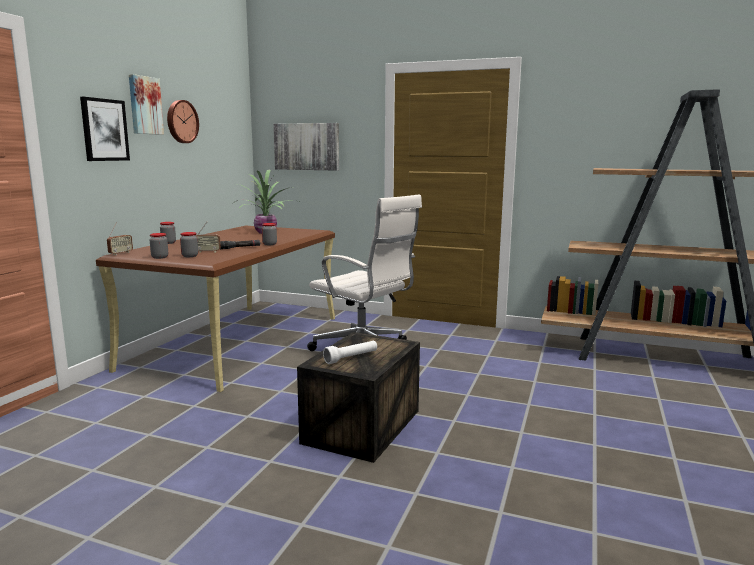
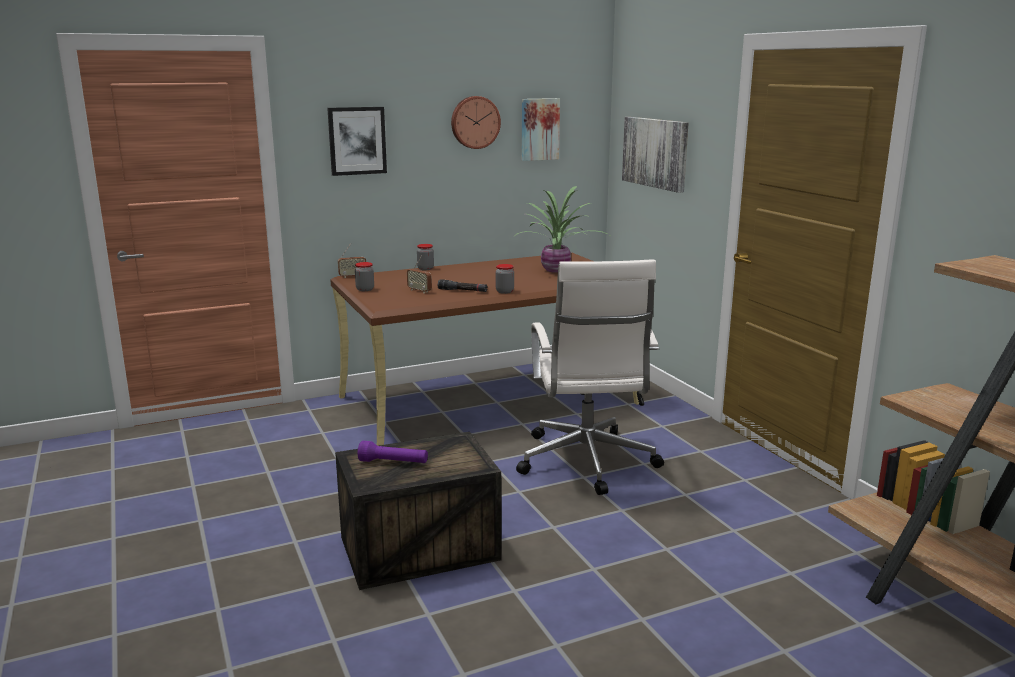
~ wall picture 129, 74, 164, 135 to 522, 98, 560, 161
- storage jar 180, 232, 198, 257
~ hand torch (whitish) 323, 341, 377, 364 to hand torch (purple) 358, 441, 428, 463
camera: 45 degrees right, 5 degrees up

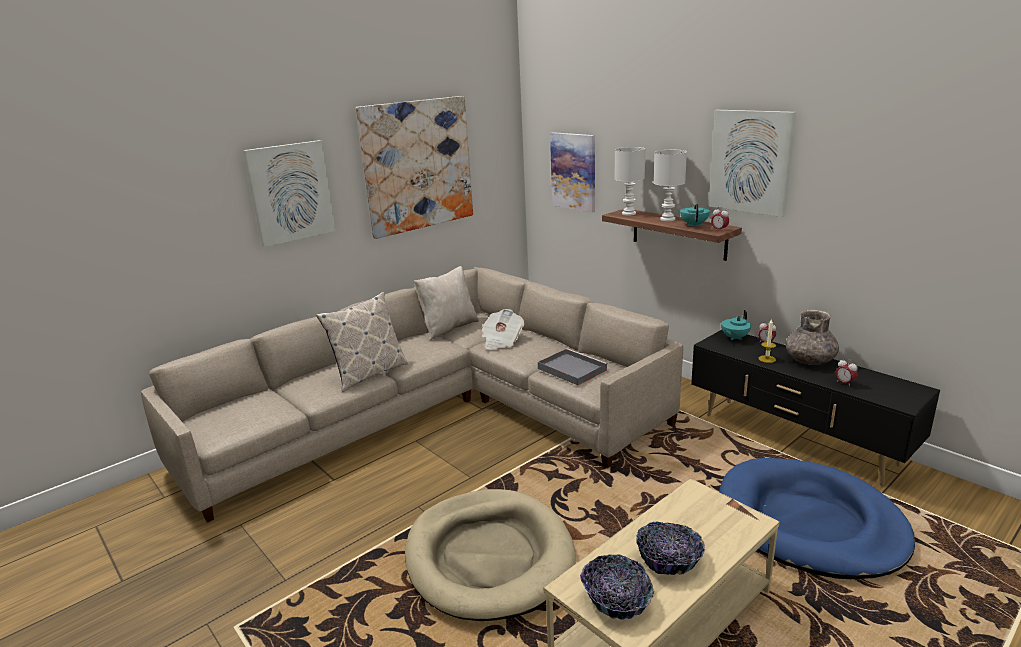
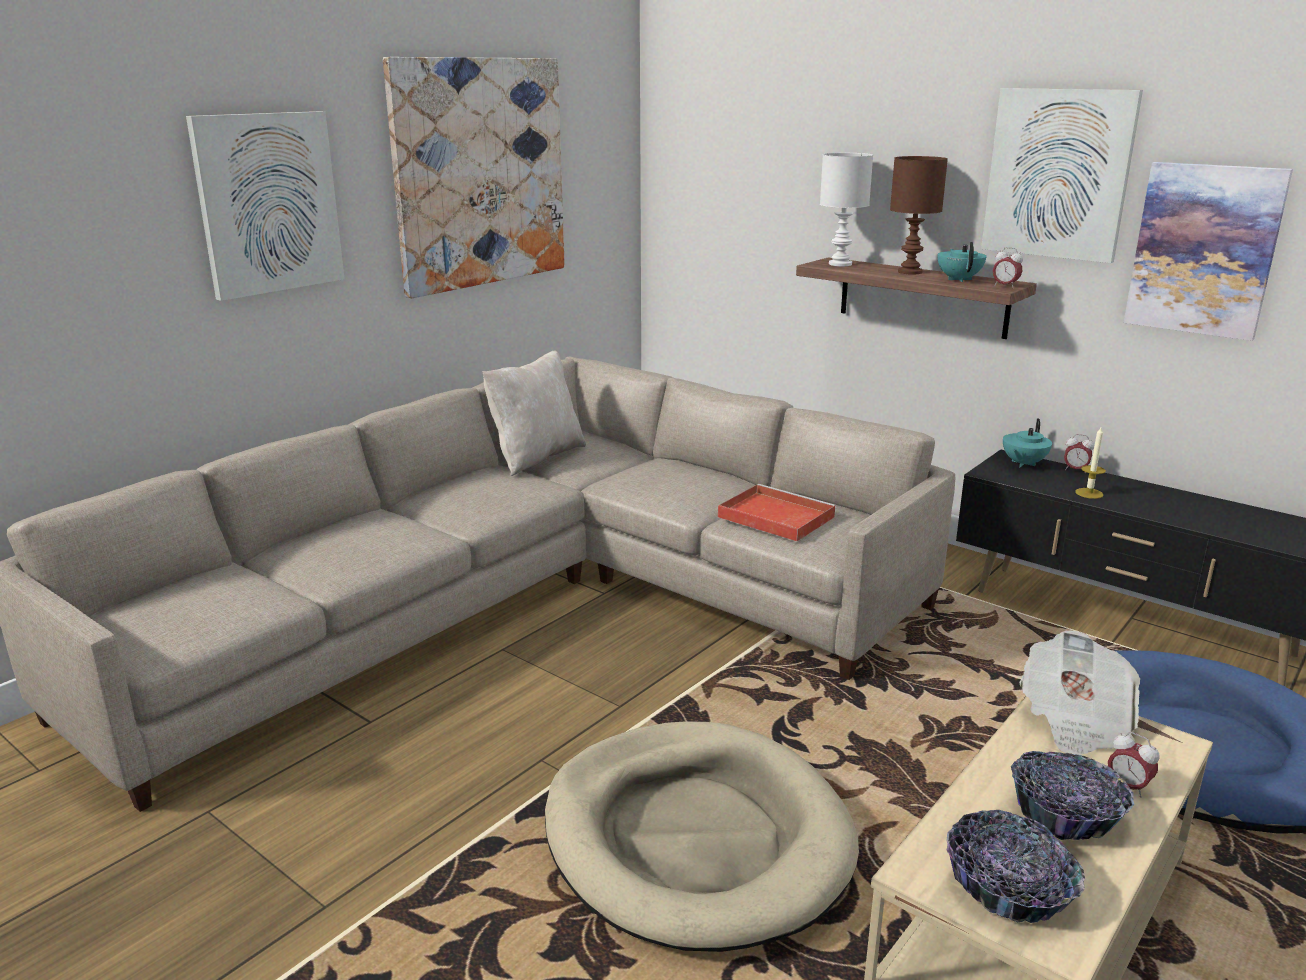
- cushion 316, 292, 408, 392
~ printed paper 482, 309, 524, 350 to 1020, 630, 1140, 755
~ carrying tray (gray) 538, 348, 608, 385 to carrying tray (reddish) 718, 484, 837, 542
~ wall picture 550, 132, 595, 213 to 1124, 162, 1293, 341
~ tabletop lamp (whitish) 654, 150, 687, 221 to tabletop lamp (brownish) 890, 156, 948, 275
- vase (gray) 786, 310, 839, 365
~ alarm clock 836, 358, 858, 387 to 1108, 732, 1160, 798
camera: 10 degrees left, 0 degrees up

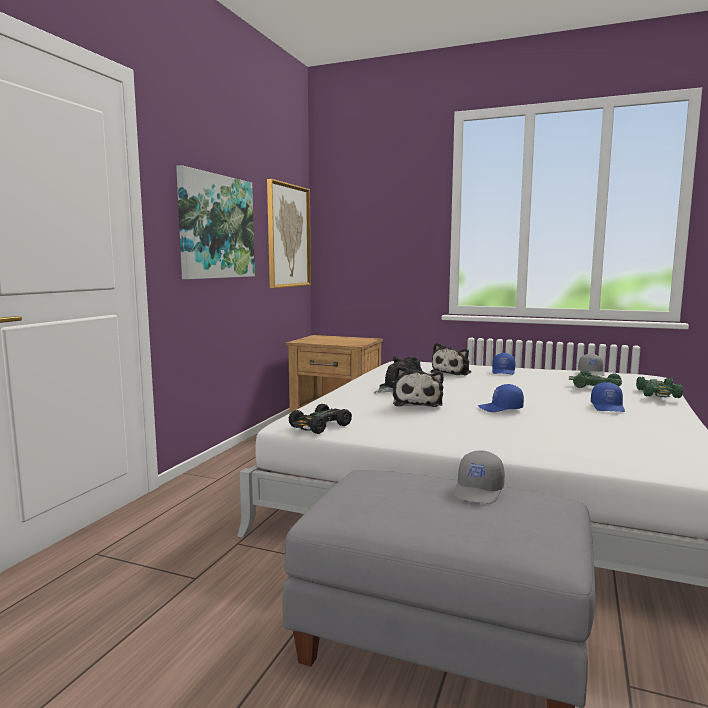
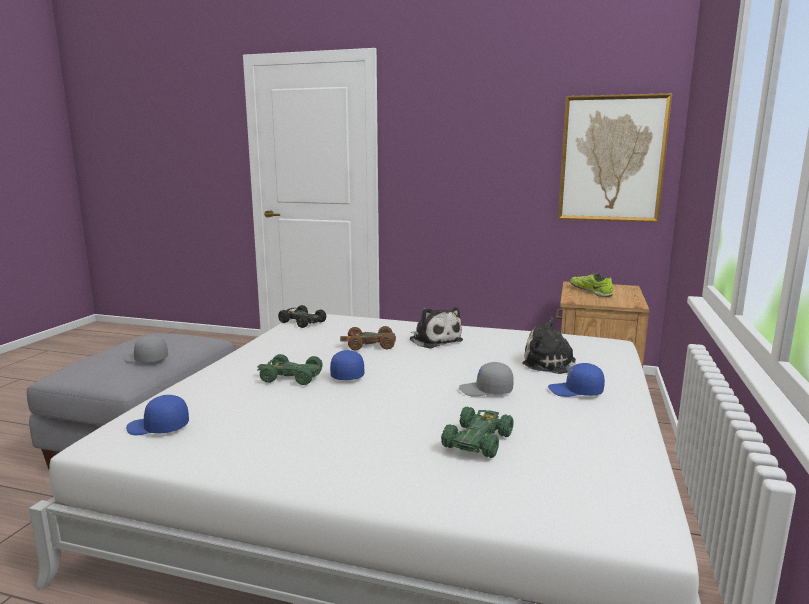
- wall picture 176, 165, 255, 279
~ cuddly toy 393, 366, 444, 407 to toy car (brownish) 340, 326, 396, 350
~ baseball cap (gray) 578, 353, 605, 376 to 459, 362, 514, 397
~ baseball cap (blue) 591, 382, 625, 412 to 126, 395, 189, 435
~ toy car (green) 636, 377, 683, 398 to 257, 354, 323, 385
+ low shoe 570, 274, 613, 297
camera: 85 degrees right, 5 degrees up

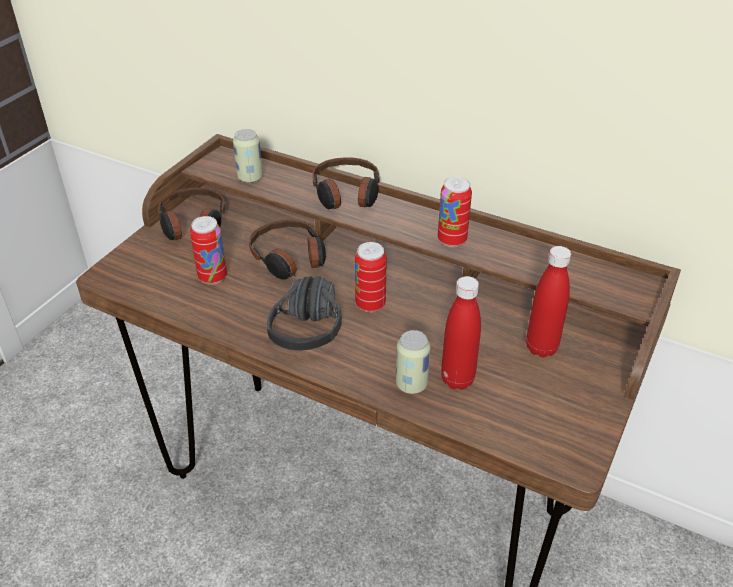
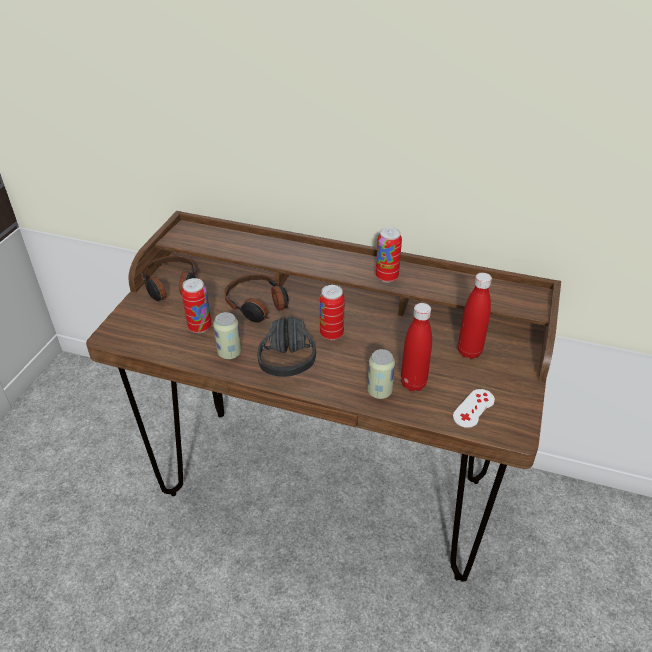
~ metal can 233, 129, 263, 183 to 213, 312, 241, 359
- headset 313, 157, 380, 209
+ gamepad (whitish) 453, 389, 495, 428
camera: 10 degrees left, 0 degrees up

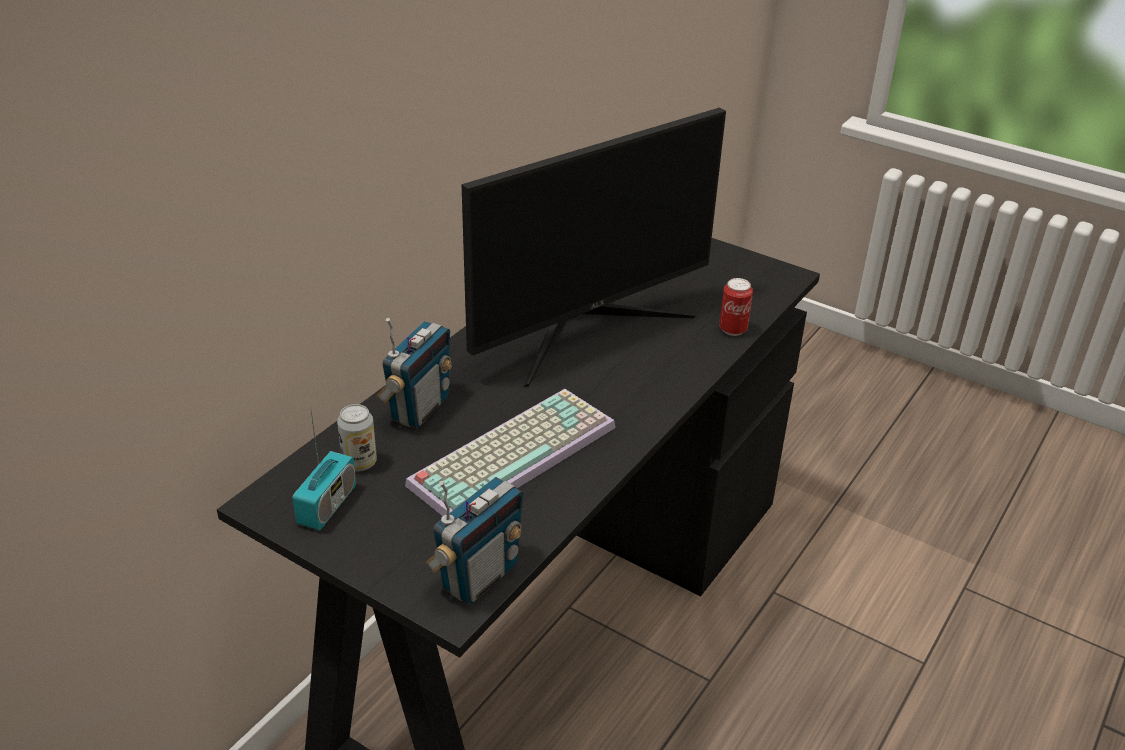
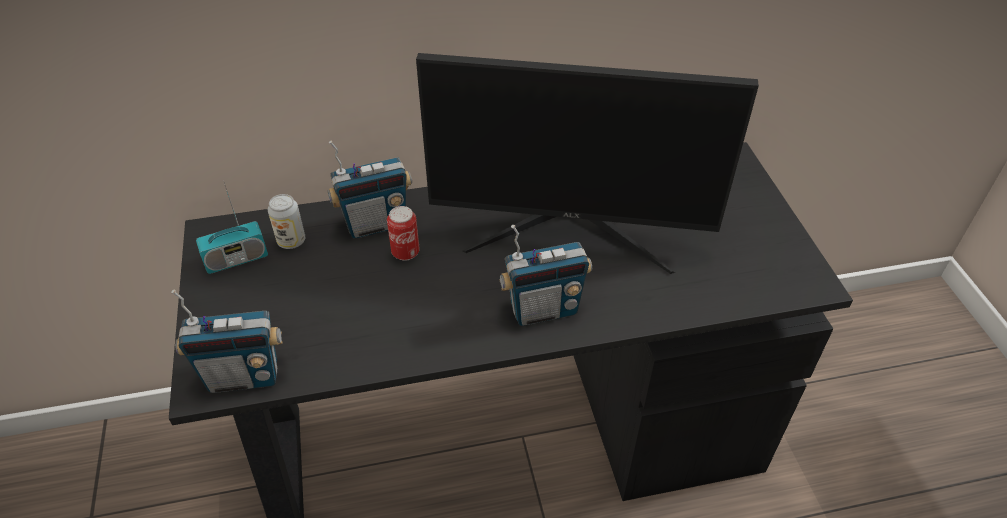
- keyboard 405, 389, 615, 516
~ metal can 719, 278, 753, 336 to 387, 206, 420, 261
+ radio set 500, 225, 592, 326
camera: 45 degrees right, 10 degrees up

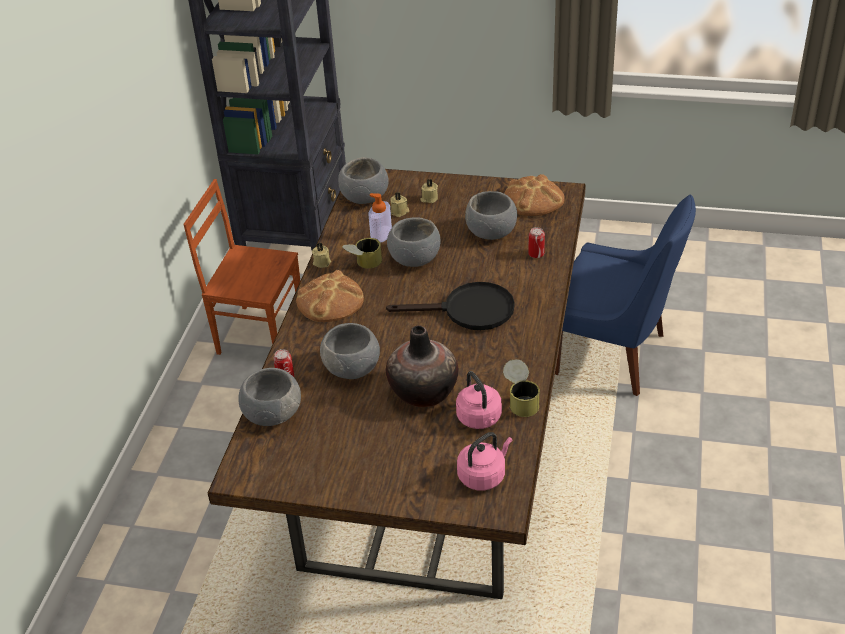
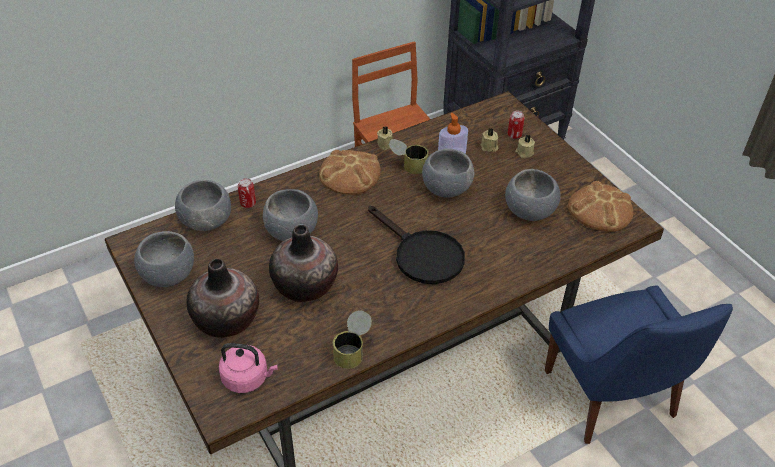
~ serving bowl (gray) 338, 157, 389, 204 to 134, 231, 194, 287
- tea kettle (pink-coloured) 456, 371, 502, 429
~ metal can 528, 227, 545, 258 to 508, 111, 525, 139
+ vase 187, 259, 259, 338
camera: 45 degrees right, 5 degrees up

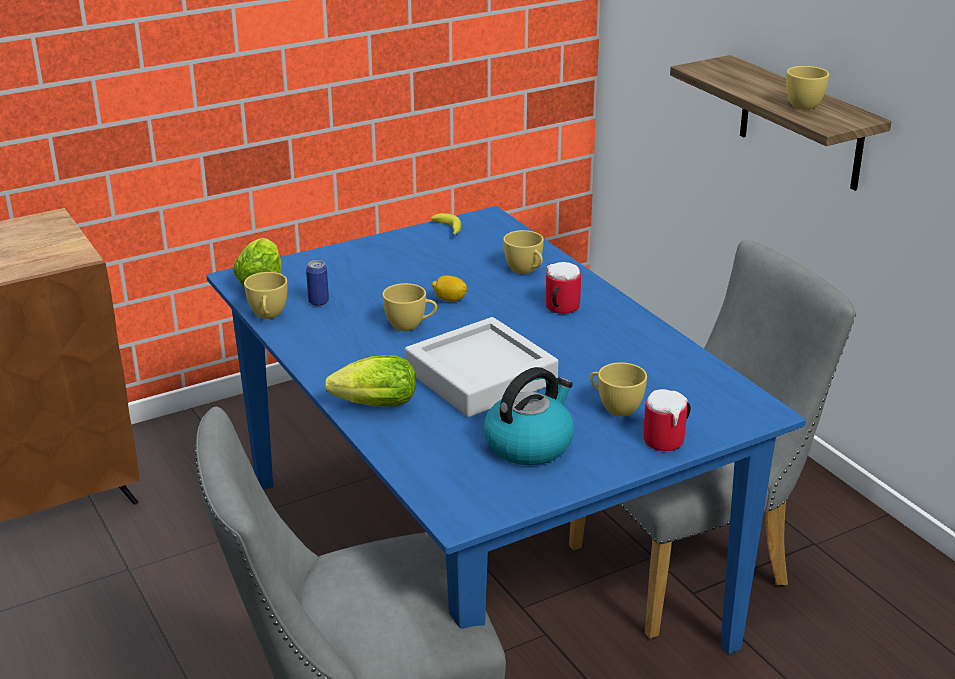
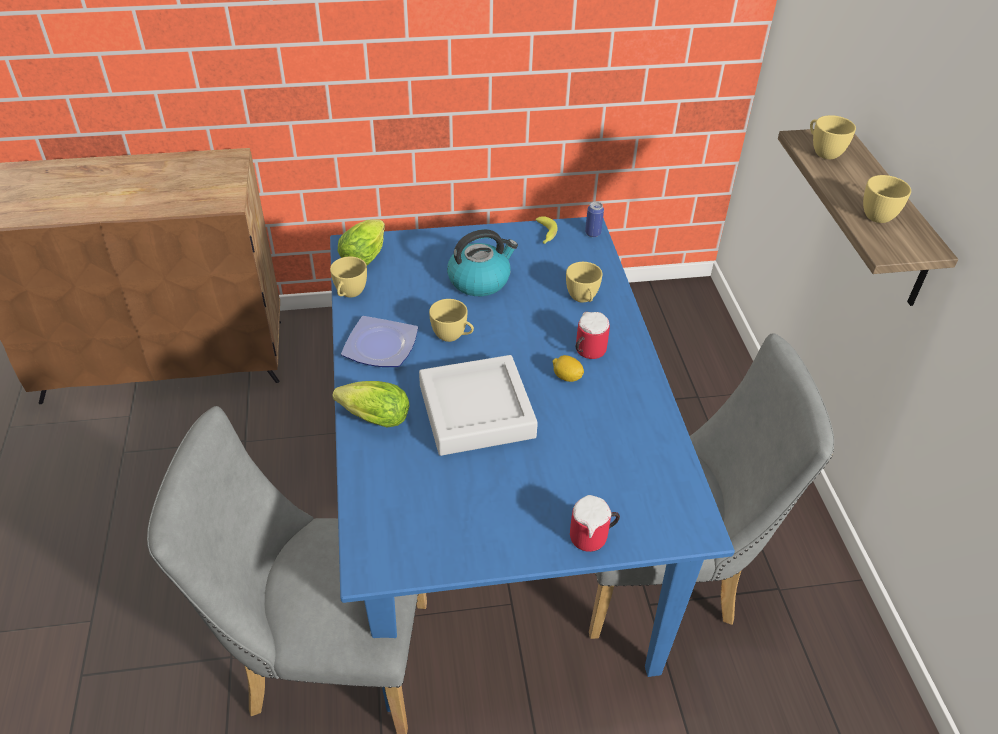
~ metal can 306, 260, 329, 306 to 585, 202, 604, 237
~ whole lemon 432, 275, 468, 302 to 552, 355, 584, 382
~ tea kettle 483, 367, 574, 465 to 447, 229, 518, 296
~ drinking cup (yellowish) 590, 362, 647, 417 to 810, 115, 856, 159
+ dinner plate 341, 316, 418, 367
camera: 20 degrees right, 15 degrees up

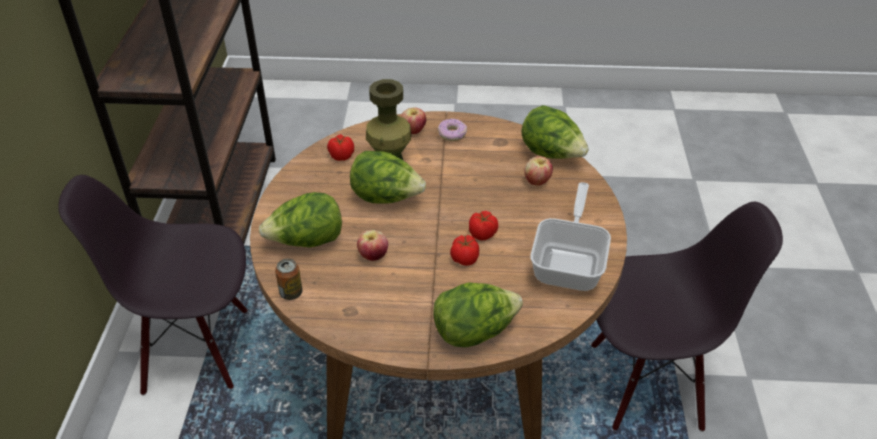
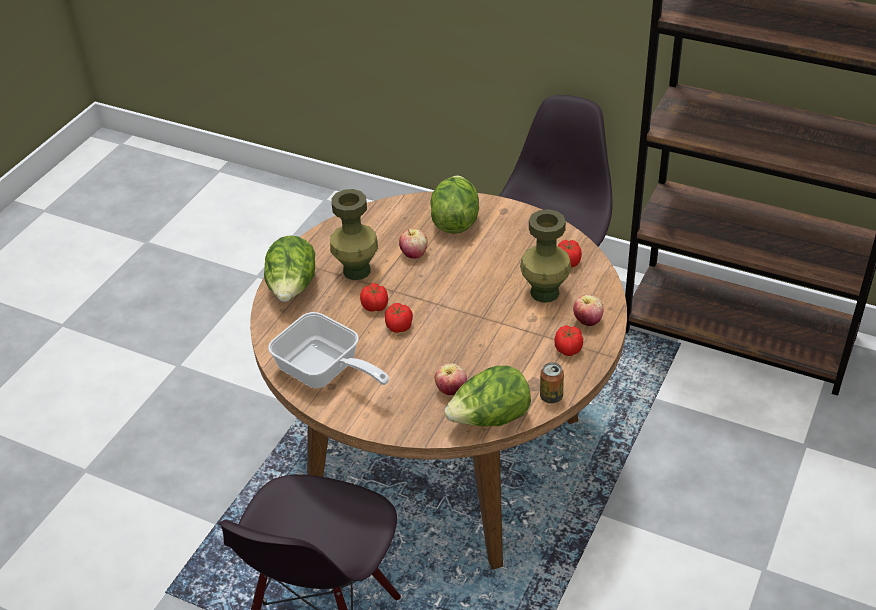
~ metal can 275, 259, 302, 300 to 540, 362, 564, 404
- lettuce 350, 151, 426, 204
~ ring doughnut 438, 119, 467, 141 to tomato 554, 326, 583, 356
+ vase (green) 330, 189, 378, 280
camera: 115 degrees right, 0 degrees up

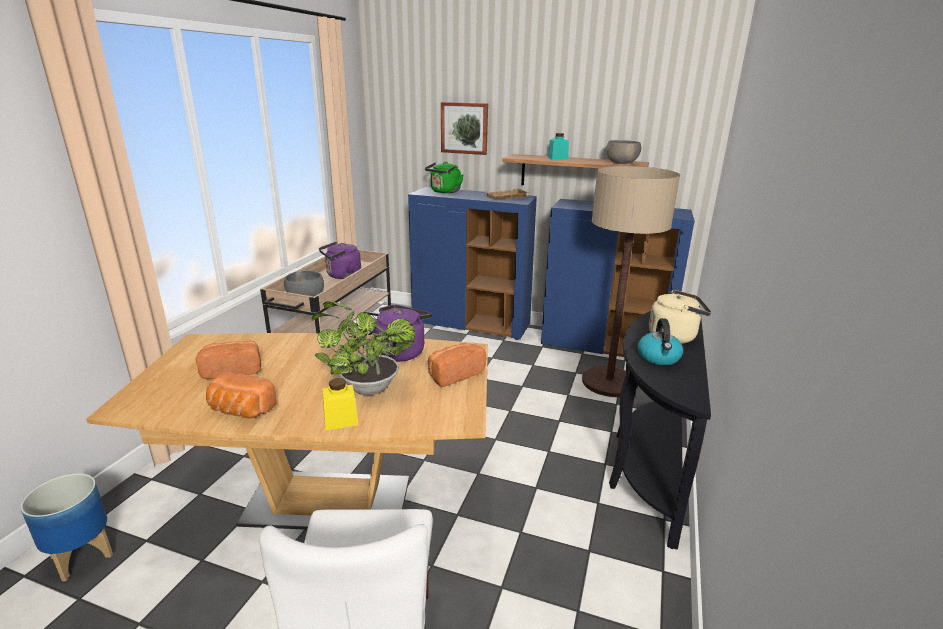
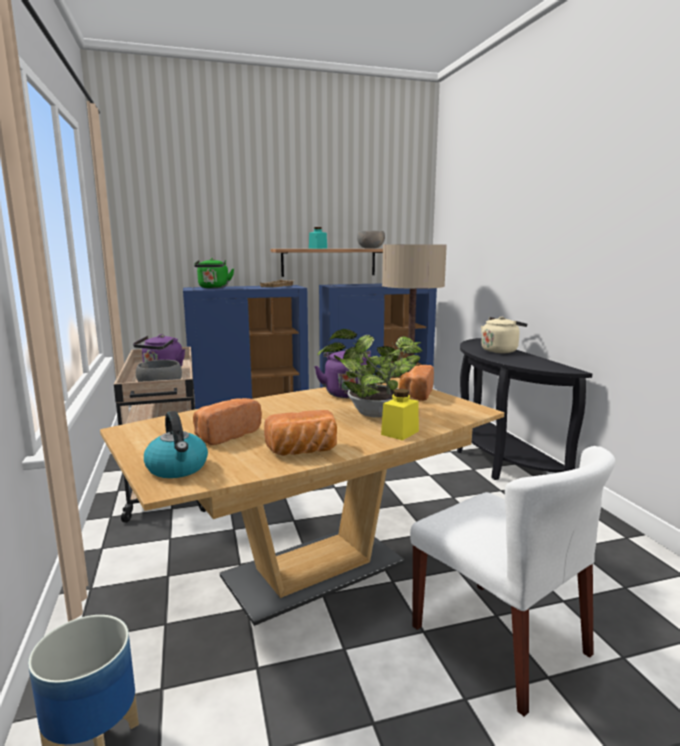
- wall picture 441, 102, 488, 155
~ tea kettle 638, 318, 683, 365 to 144, 411, 208, 478
camera: 35 degrees left, 10 degrees down

